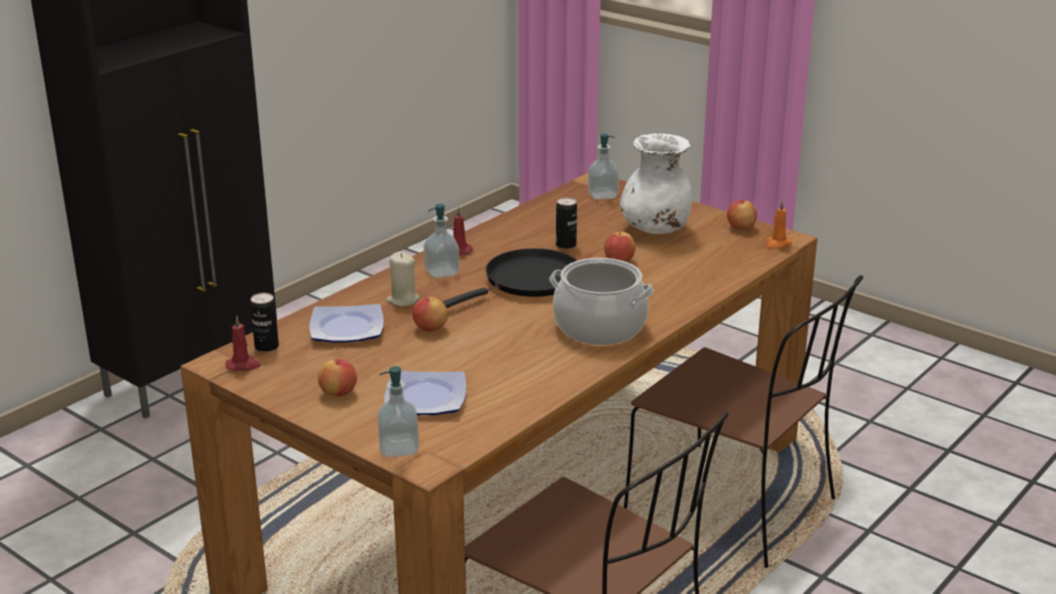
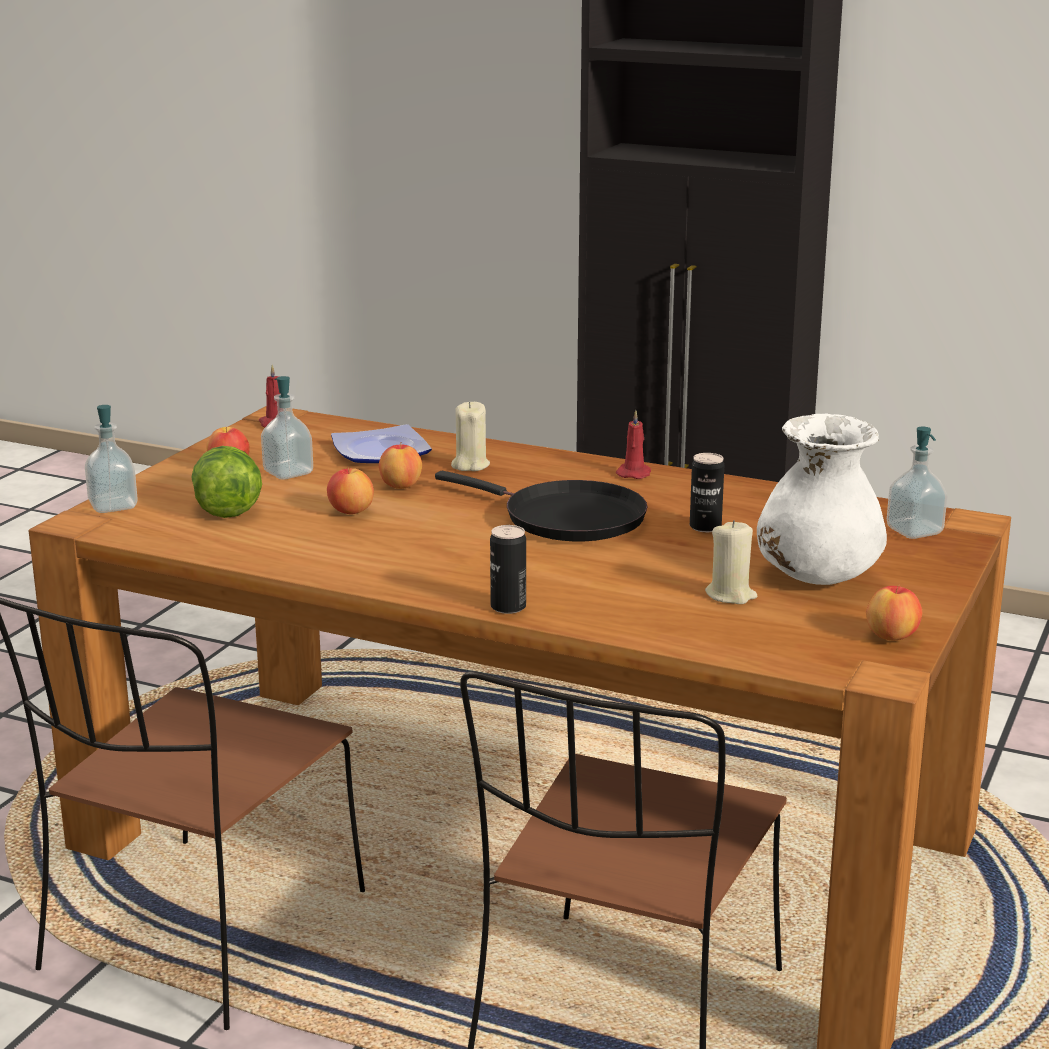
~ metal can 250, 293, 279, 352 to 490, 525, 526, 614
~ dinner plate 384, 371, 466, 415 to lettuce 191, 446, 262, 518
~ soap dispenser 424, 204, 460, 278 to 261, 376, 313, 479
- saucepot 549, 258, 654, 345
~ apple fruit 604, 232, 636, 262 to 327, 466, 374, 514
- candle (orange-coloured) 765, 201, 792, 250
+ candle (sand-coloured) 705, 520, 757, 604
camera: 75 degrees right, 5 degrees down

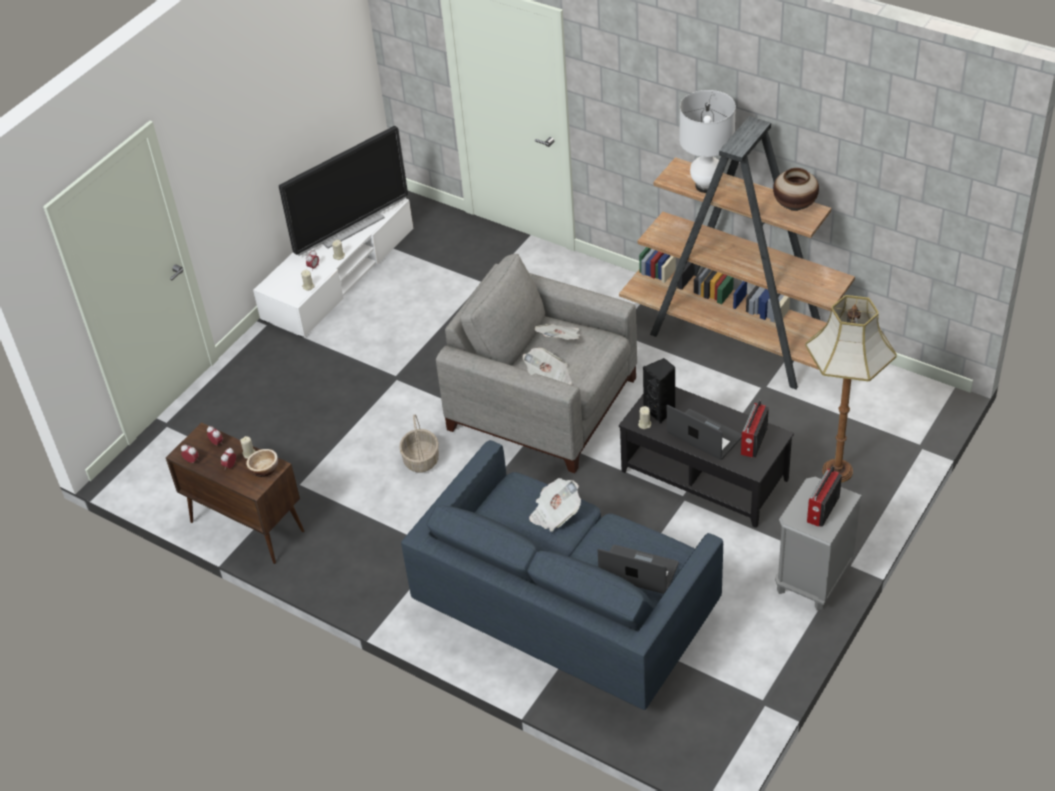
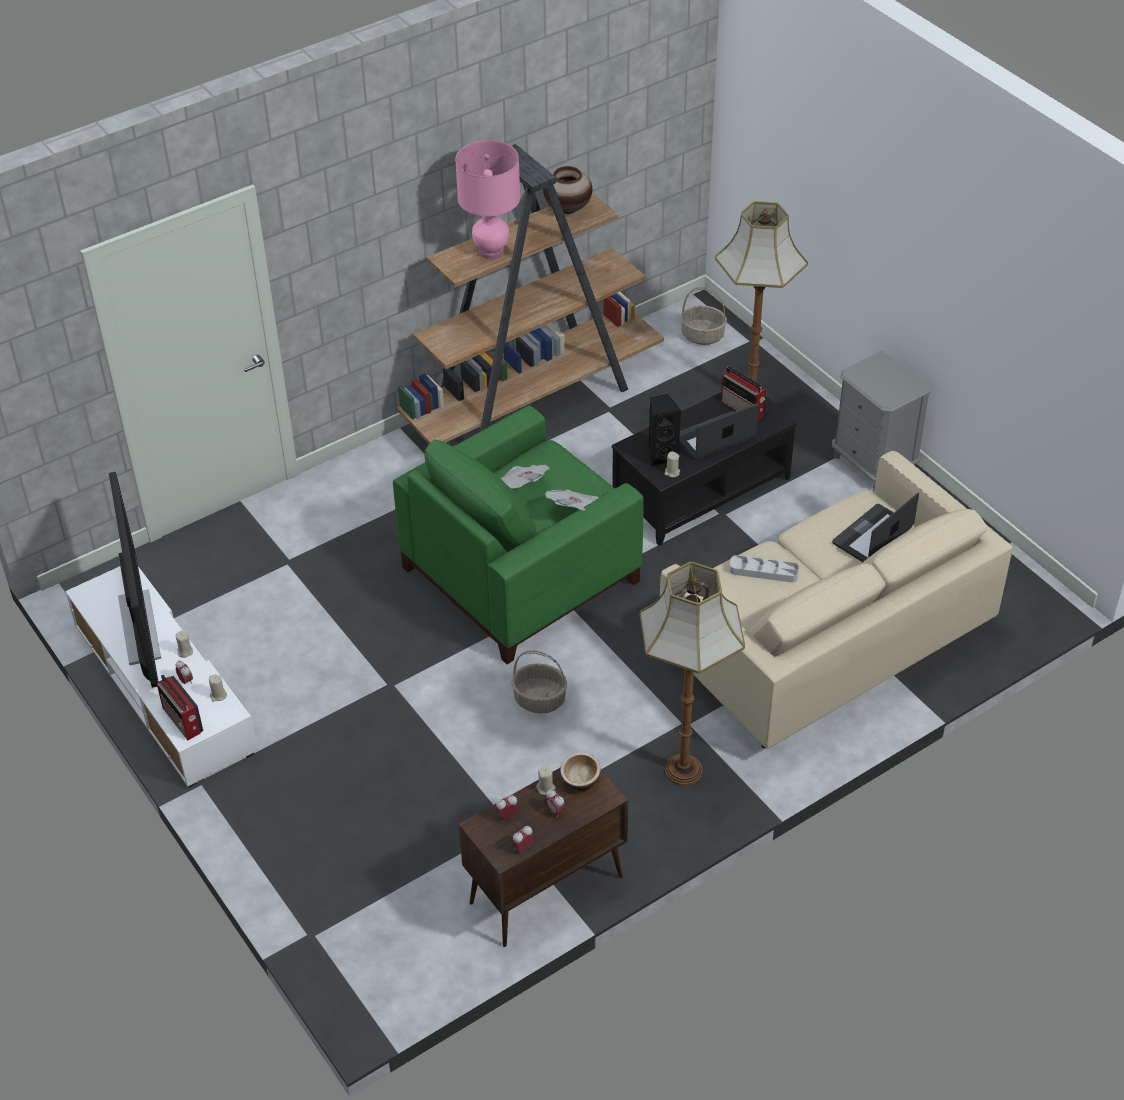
~ sofa (blue) 401, 440, 723, 710 to sofa (sand-coloured) 660, 451, 1013, 749
~ armchair (gray) 436, 254, 637, 473 to armchair (green) 393, 406, 644, 664
~ printed paper 529, 478, 581, 532 to carrying tray (gray) 729, 555, 799, 583
~ tabletop lamp (whitish) 679, 90, 736, 193 to tabletop lamp (pink-coloured) 455, 140, 520, 259
~ radio set 807, 466, 842, 527 to 157, 674, 203, 740
+ standard lamp 639, 562, 745, 786
+ storage basket 680, 287, 727, 345
camera: 70 degrees left, 0 degrees up

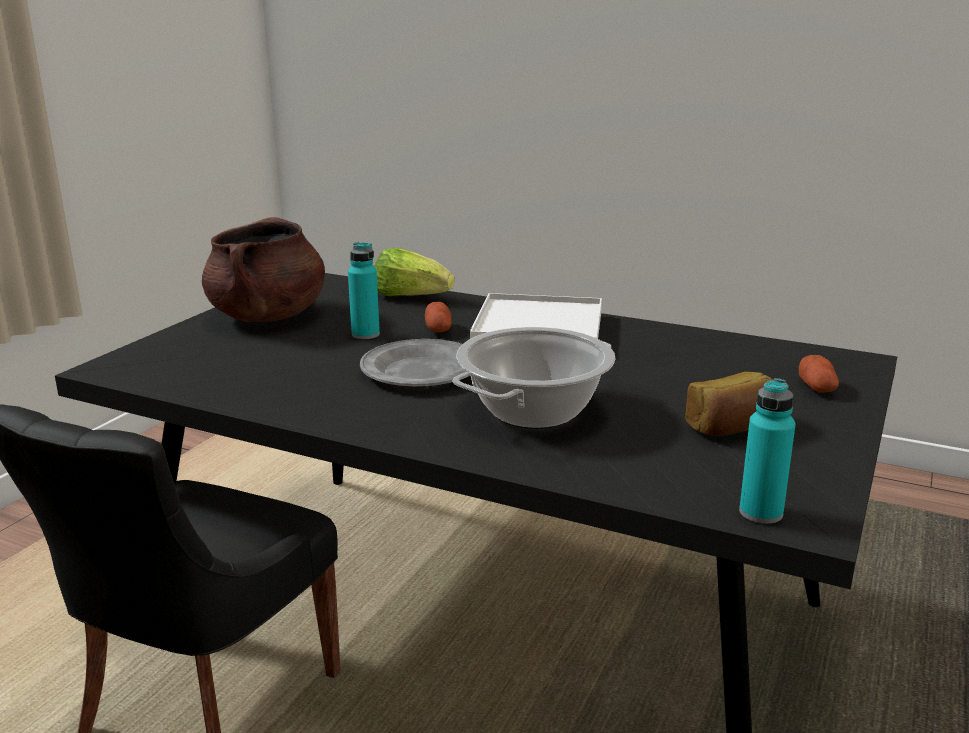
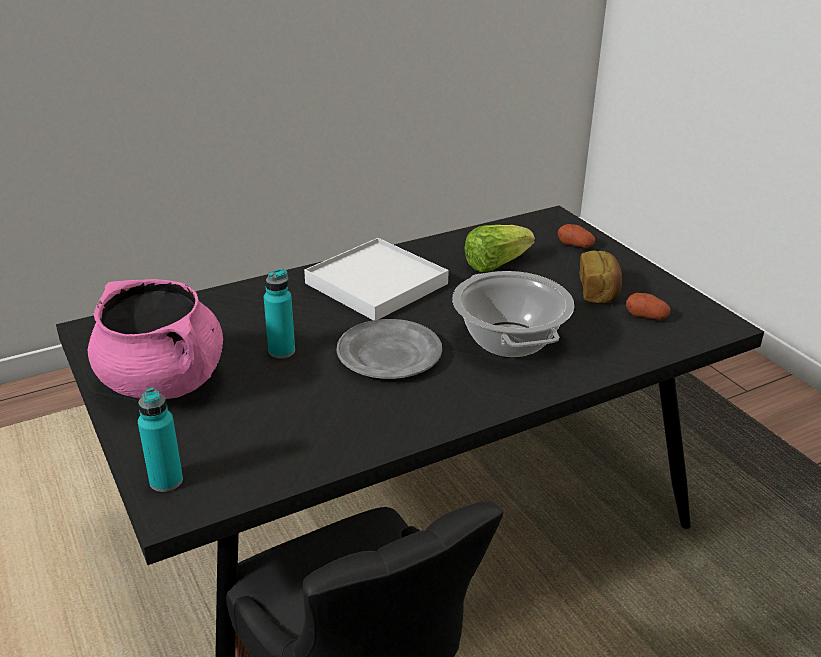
~ saucepot (brownish) 202, 217, 325, 322 to saucepot (pink-coloured) 88, 279, 223, 399
~ lettuce 374, 248, 454, 296 to 465, 225, 535, 272
~ spud 425, 302, 452, 333 to 626, 293, 670, 320
~ beverage bottle (blue-green) 739, 378, 795, 524 to 138, 388, 183, 492
camera: 55 degrees left, 10 degrees up

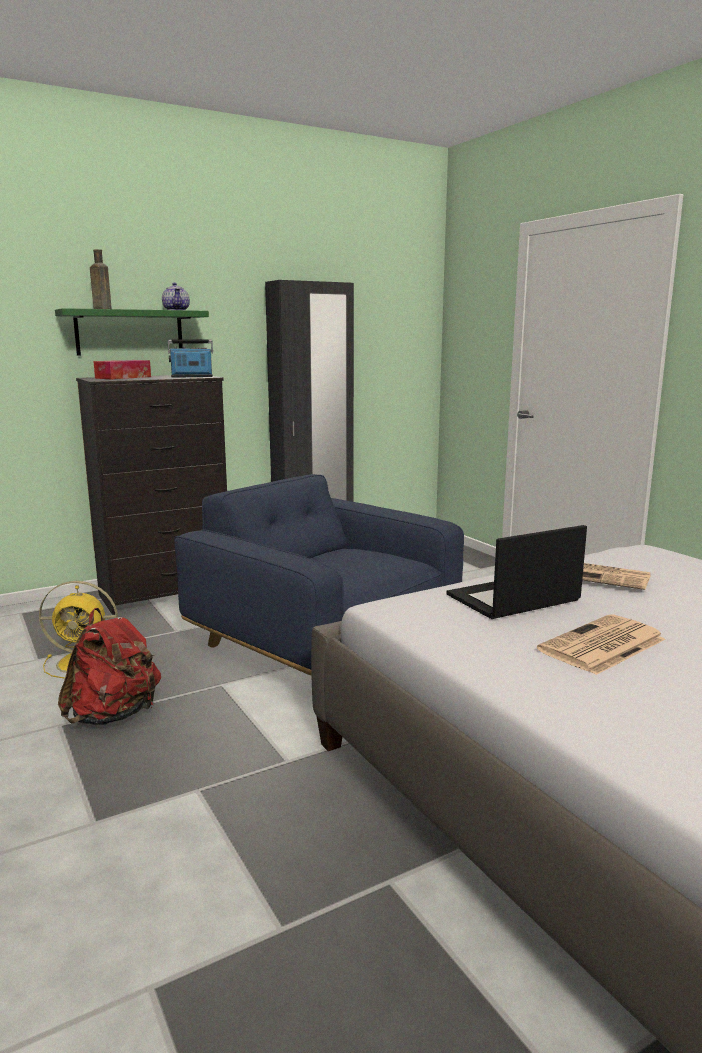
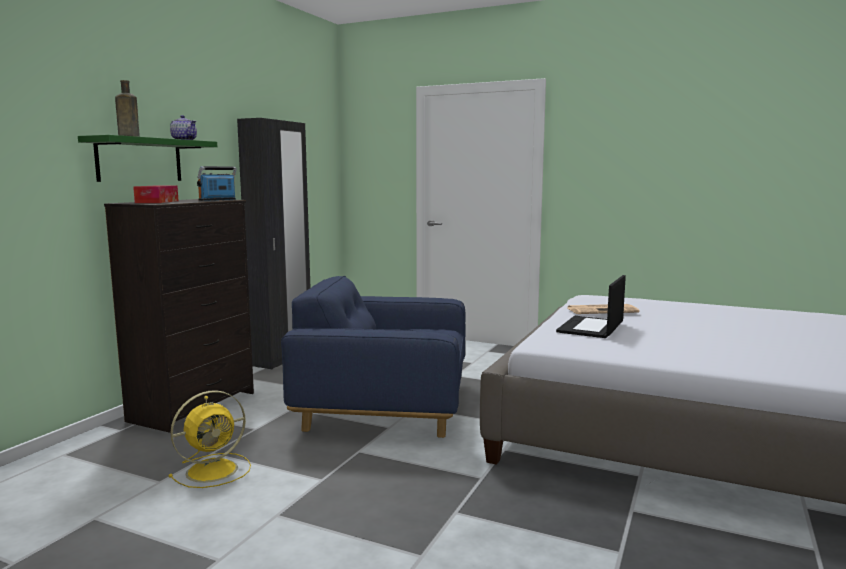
- rucksack (reddish) 58, 608, 161, 725
- printed paper 537, 614, 665, 675
camera: 35 degrees left, 5 degrees down

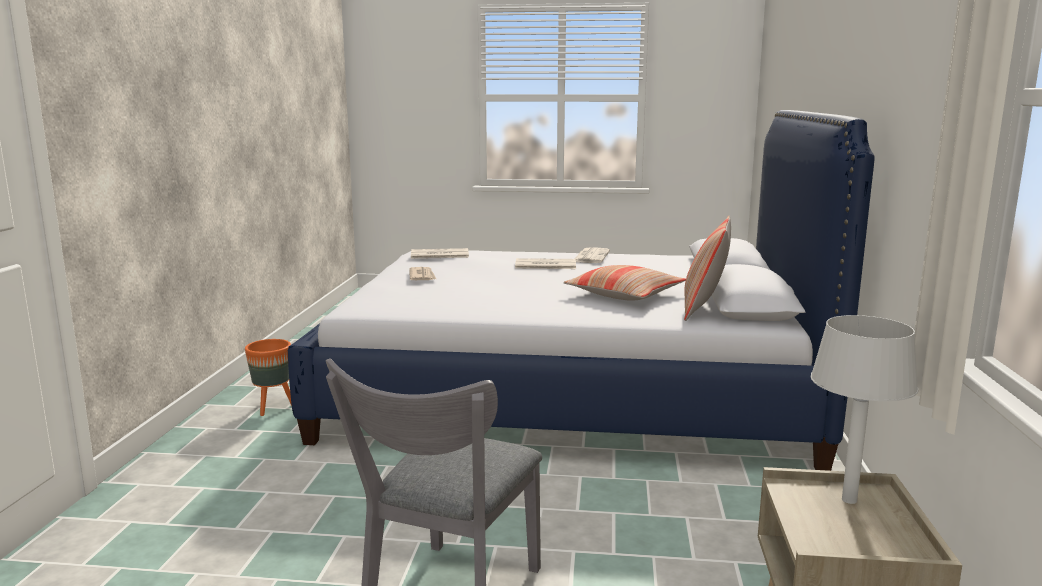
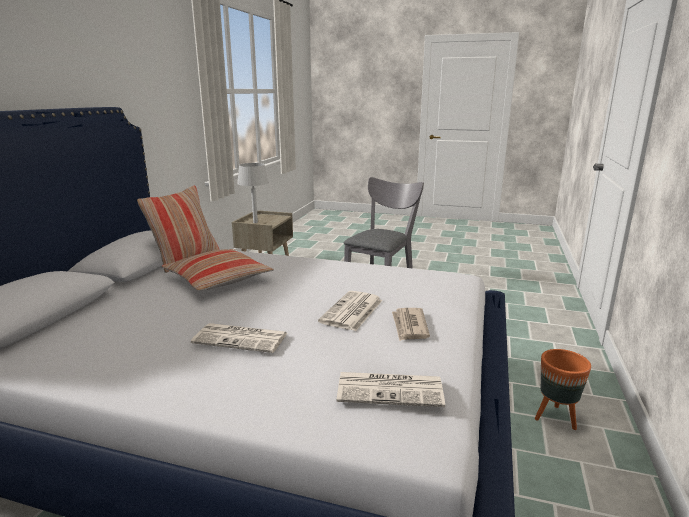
~ printed paper 575, 247, 610, 263 to 318, 291, 383, 331
camera: 170 degrees left, 5 degrees up

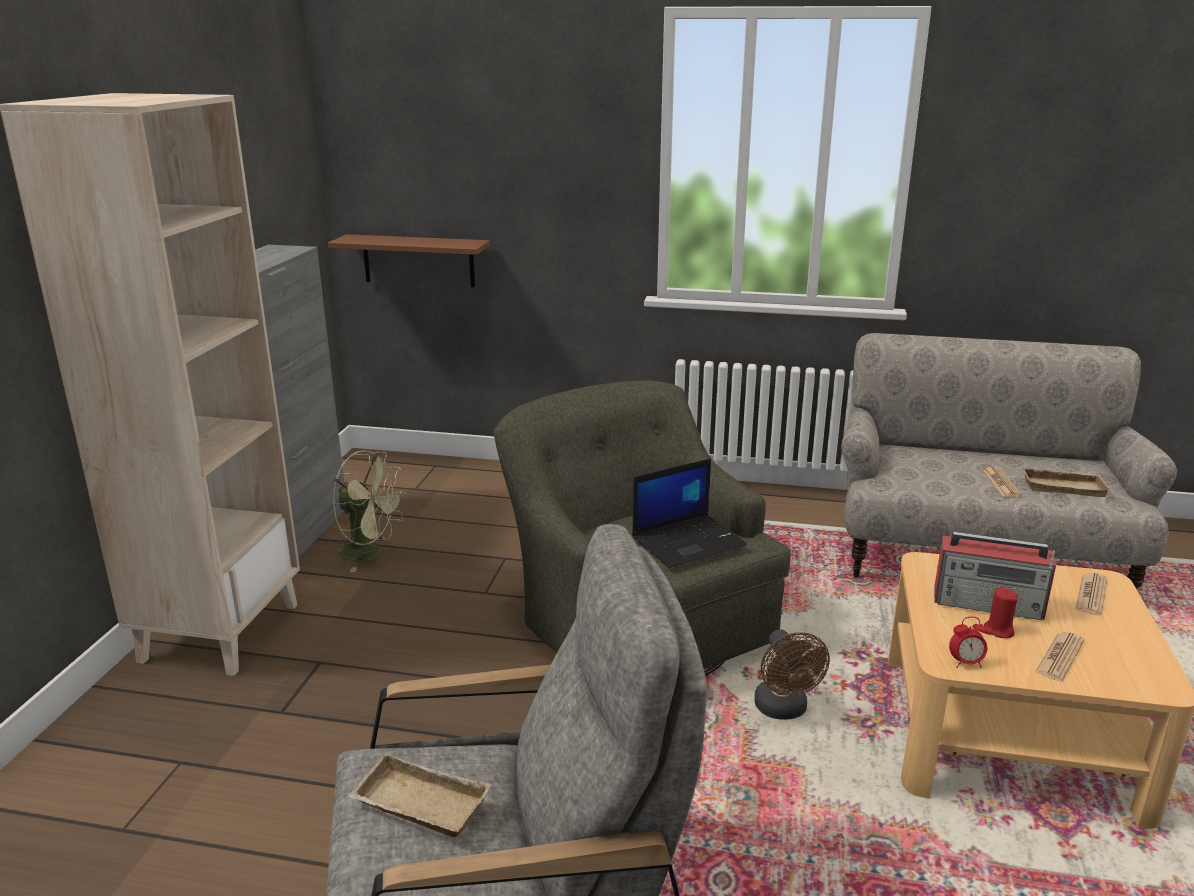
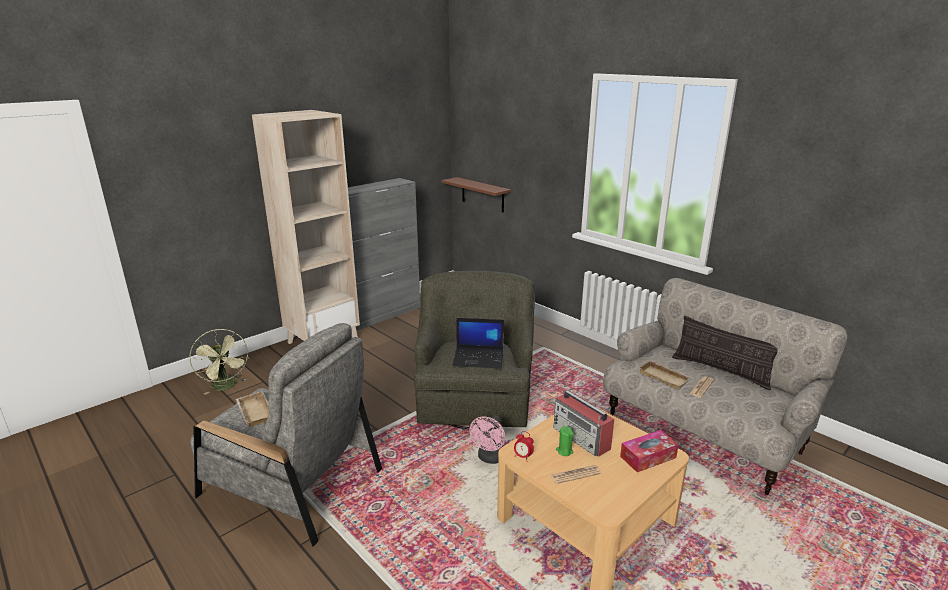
~ cooling fan (green) 333, 450, 406, 572 to 189, 329, 249, 395
~ cooling fan (brownish) 754, 629, 830, 720 to cooling fan (pink-coloured) 469, 416, 505, 464
~ candle (reddish) 983, 587, 1018, 638 to candle (green) 556, 426, 574, 456
~ carrying tray (sand-coloured) 1022, 467, 1111, 497 to 638, 360, 692, 390
~ printed paper 1075, 573, 1108, 615 to box of tissues 620, 430, 679, 472
+ cushion 672, 315, 777, 390
camera: 35 degrees right, 0 degrees up

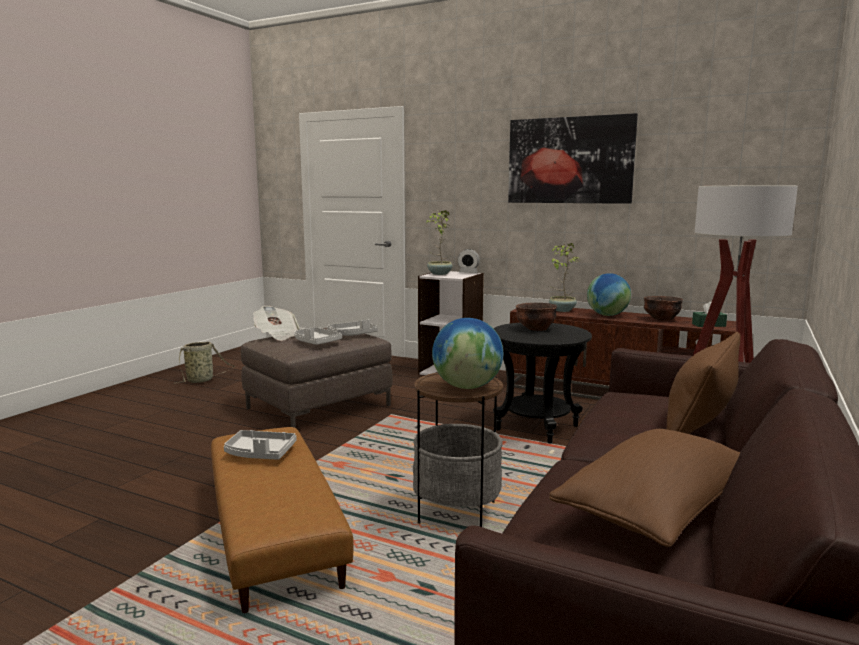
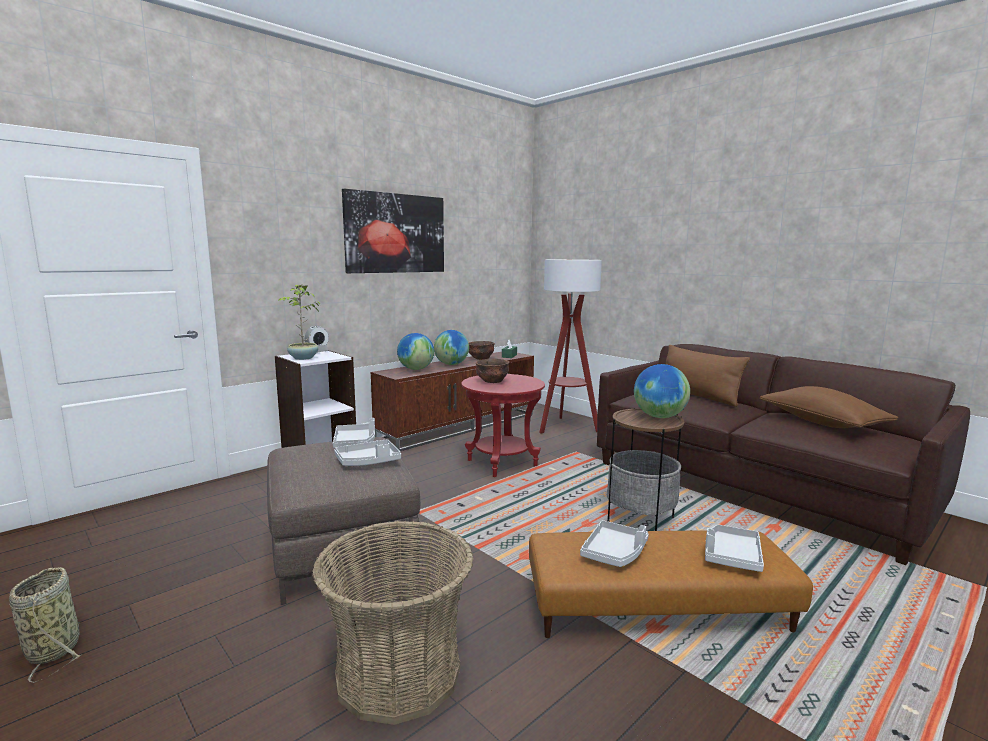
- printed paper 253, 306, 300, 341
~ accent table (blackish) 493, 323, 592, 444 to accent table (reddish) 461, 374, 545, 477
~ plant in a pot 549, 243, 580, 312 to world globe 397, 333, 434, 370
+ storage basket 312, 521, 473, 725
+ carrying tray (gray) 705, 524, 764, 572
camera: 70 degrees left, 0 degrees up

